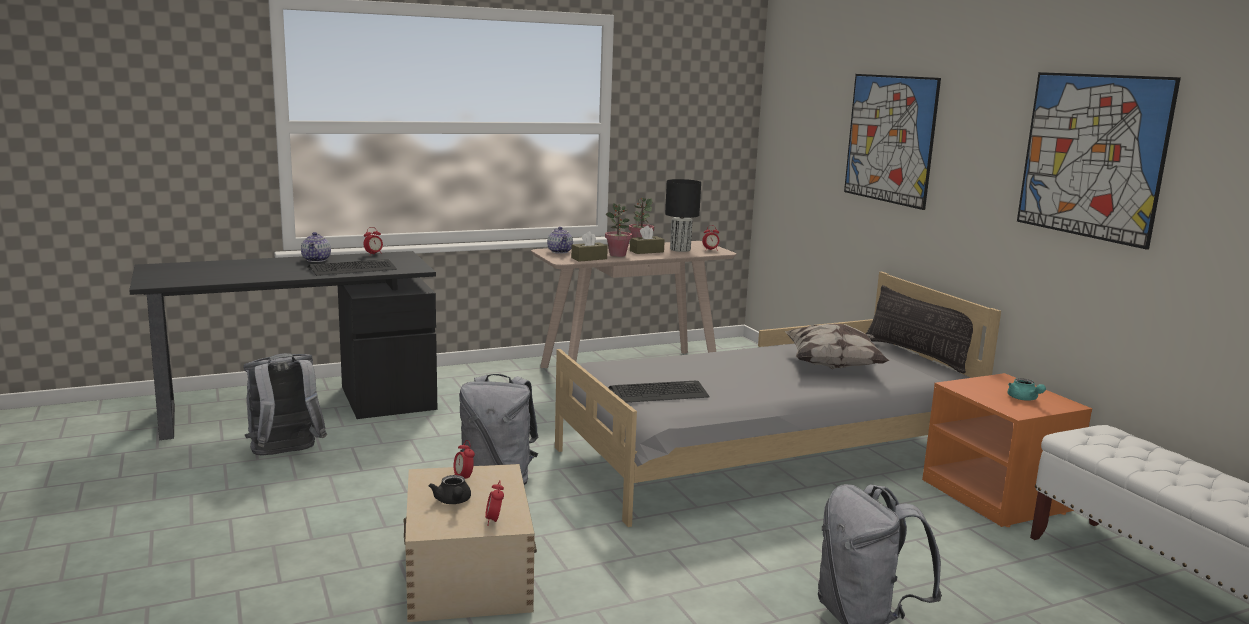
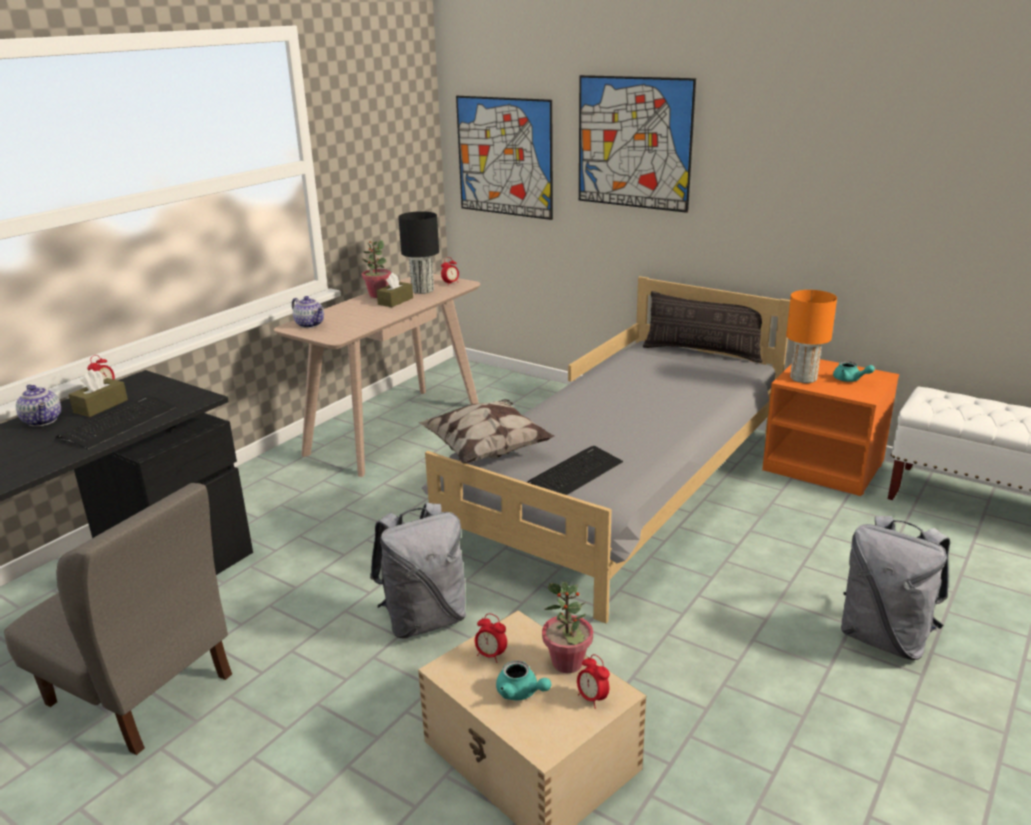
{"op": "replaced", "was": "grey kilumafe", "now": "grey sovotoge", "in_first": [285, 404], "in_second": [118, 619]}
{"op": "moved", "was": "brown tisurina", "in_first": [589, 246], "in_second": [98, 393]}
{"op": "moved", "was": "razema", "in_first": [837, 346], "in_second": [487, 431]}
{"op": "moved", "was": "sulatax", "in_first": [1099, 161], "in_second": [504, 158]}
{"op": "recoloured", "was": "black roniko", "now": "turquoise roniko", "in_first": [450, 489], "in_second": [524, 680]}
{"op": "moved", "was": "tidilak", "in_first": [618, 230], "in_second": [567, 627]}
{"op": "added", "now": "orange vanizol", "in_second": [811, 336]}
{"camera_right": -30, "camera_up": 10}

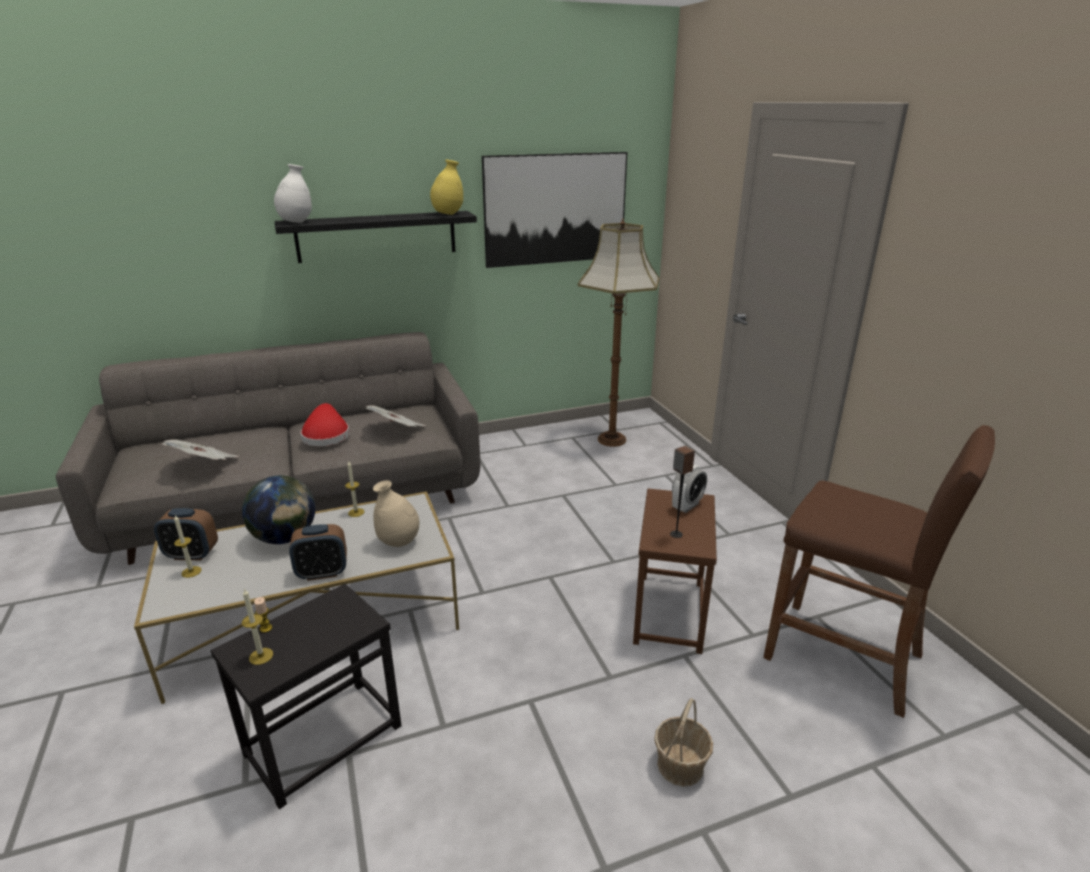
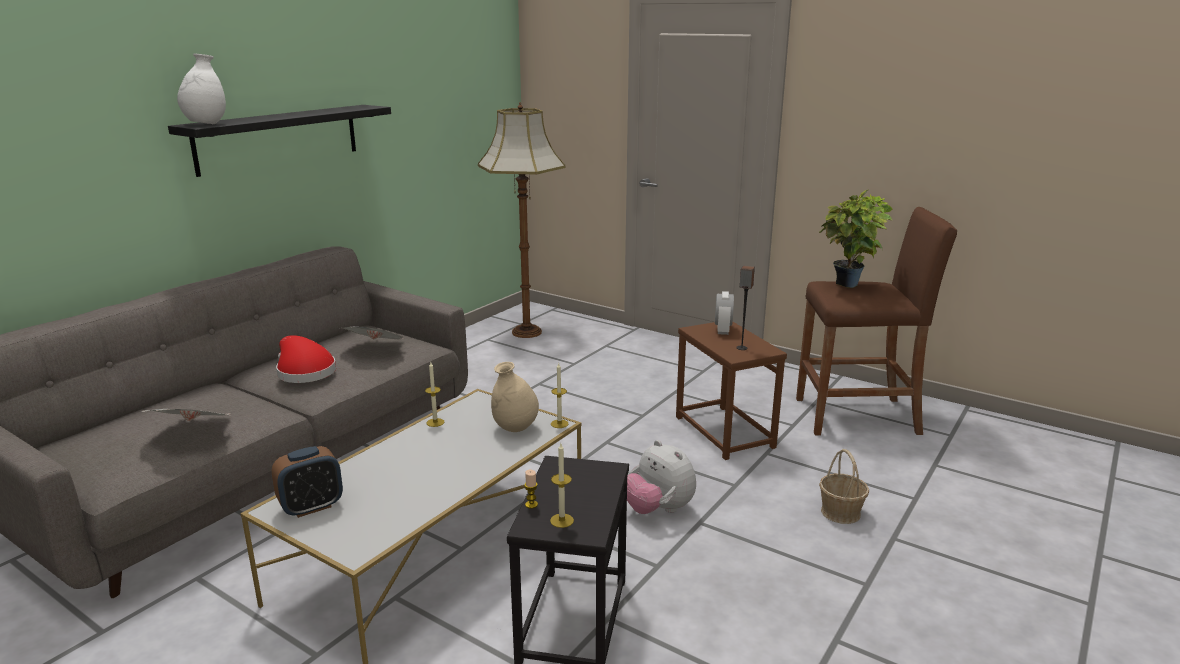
{"op": "moved", "was": "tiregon", "in_first": [187, 546], "in_second": [559, 395]}
{"op": "added", "now": "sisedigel", "in_second": [661, 477]}
{"op": "added", "now": "tidilak", "in_second": [855, 239]}
{"op": "removed", "was": "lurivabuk", "in_first": [278, 509]}
{"op": "removed", "was": "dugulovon", "in_first": [318, 552]}
{"op": "removed", "was": "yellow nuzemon", "in_first": [446, 187]}
{"op": "removed", "was": "sulatax", "in_first": [554, 210]}
{"camera_right": -35, "camera_up": -5}

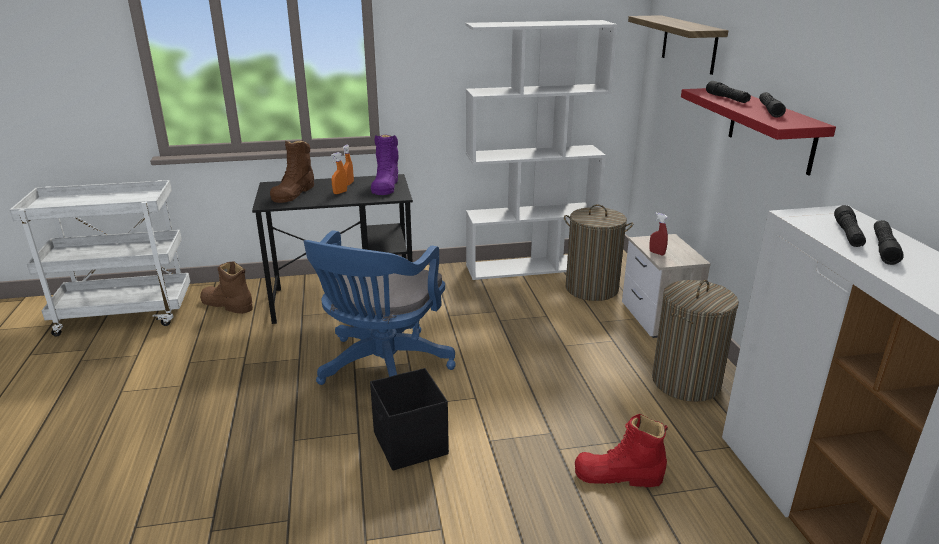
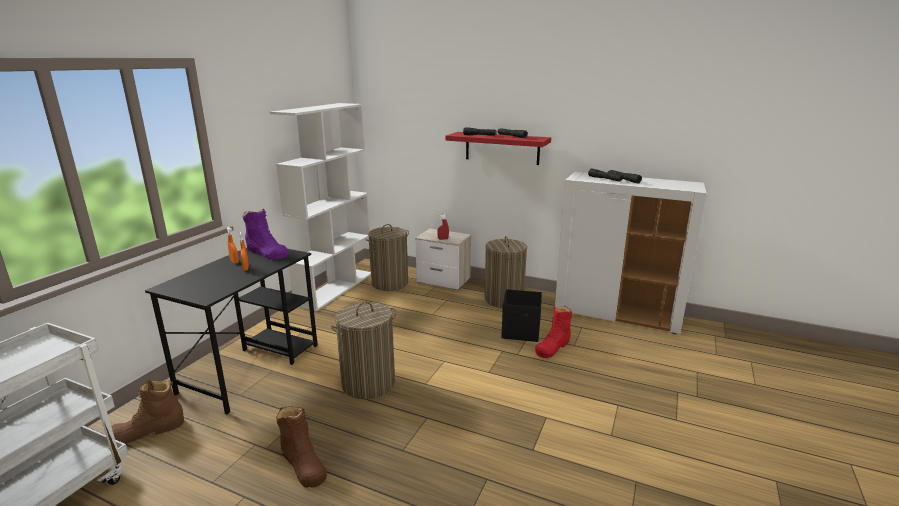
{"op": "moved", "was": "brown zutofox", "in_first": [292, 171], "in_second": [301, 447]}
{"op": "replaced", "was": "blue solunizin", "now": "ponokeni", "in_first": [380, 308], "in_second": [363, 350]}
{"op": "moved", "was": "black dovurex", "in_first": [409, 419], "in_second": [521, 315]}
{"op": "removed", "was": "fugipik", "in_first": [678, 45]}
{"camera_right": -55, "camera_up": -5}

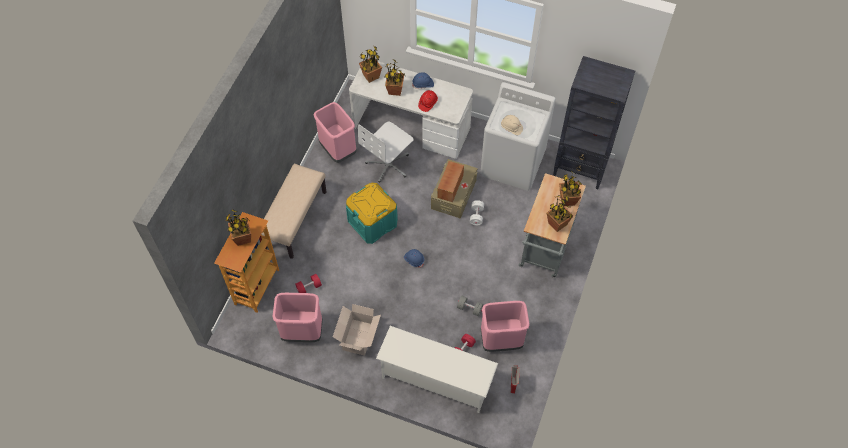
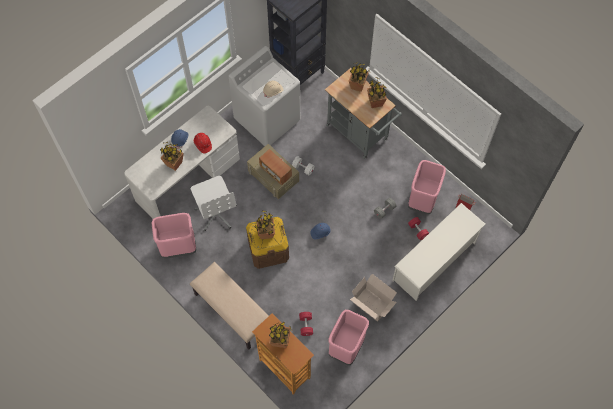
{"op": "recoloured", "was": "turquoise dovurex", "now": "brown dovurex", "in_first": [372, 213], "in_second": [267, 243]}
{"op": "moved", "was": "tidilak", "in_first": [370, 64], "in_second": [265, 224]}
{"camera_right": -65, "camera_up": 5}

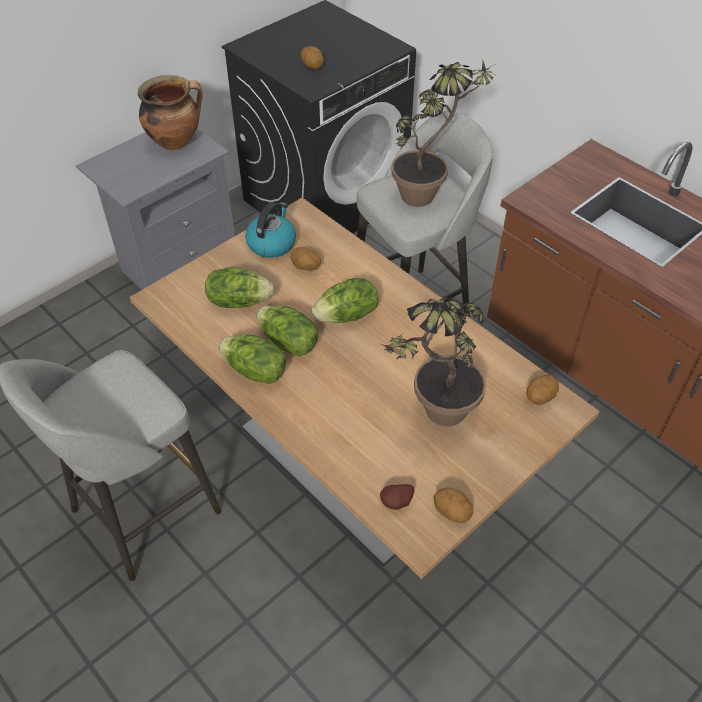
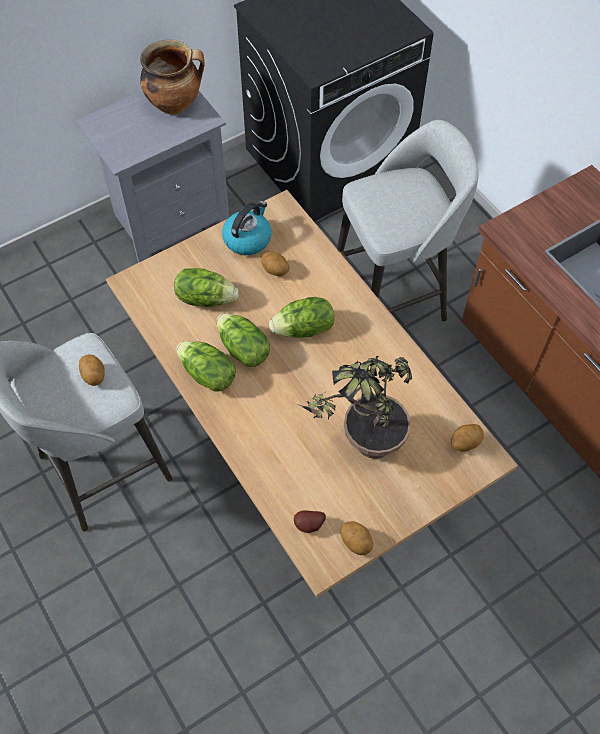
{"op": "moved", "was": "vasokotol", "in_first": [312, 57], "in_second": [92, 370]}
{"op": "removed", "was": "tidilak", "in_first": [443, 133]}
{"camera_right": 10, "camera_up": 10}

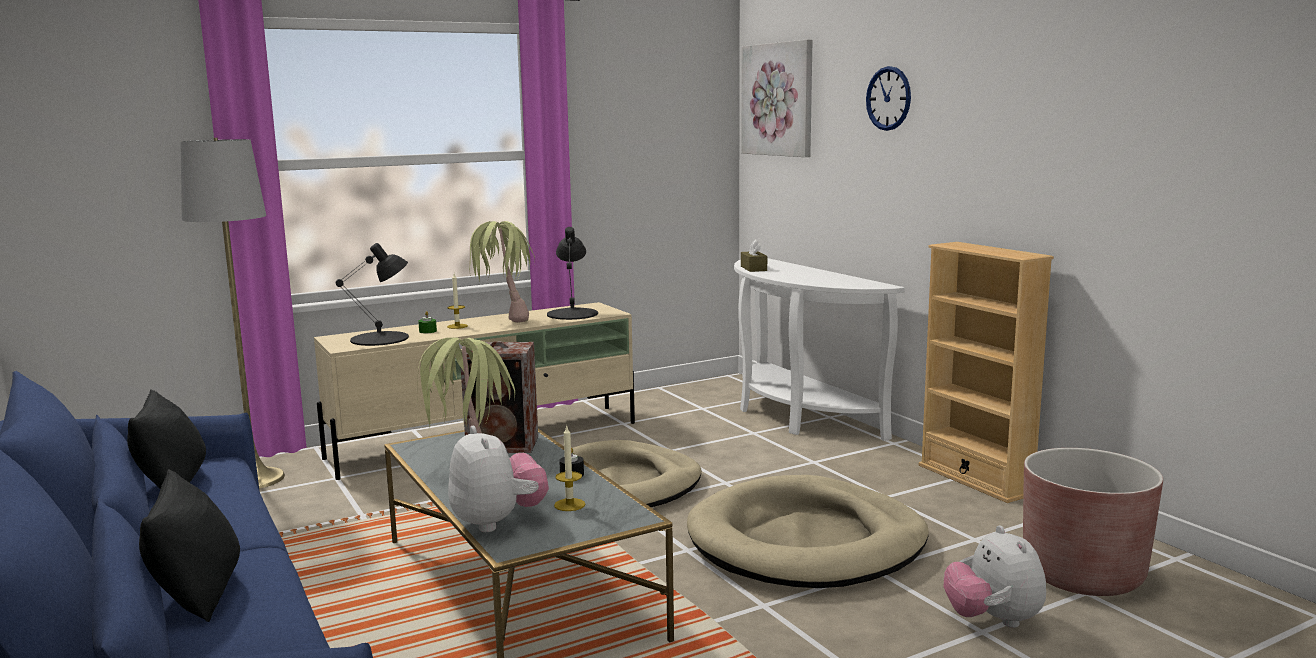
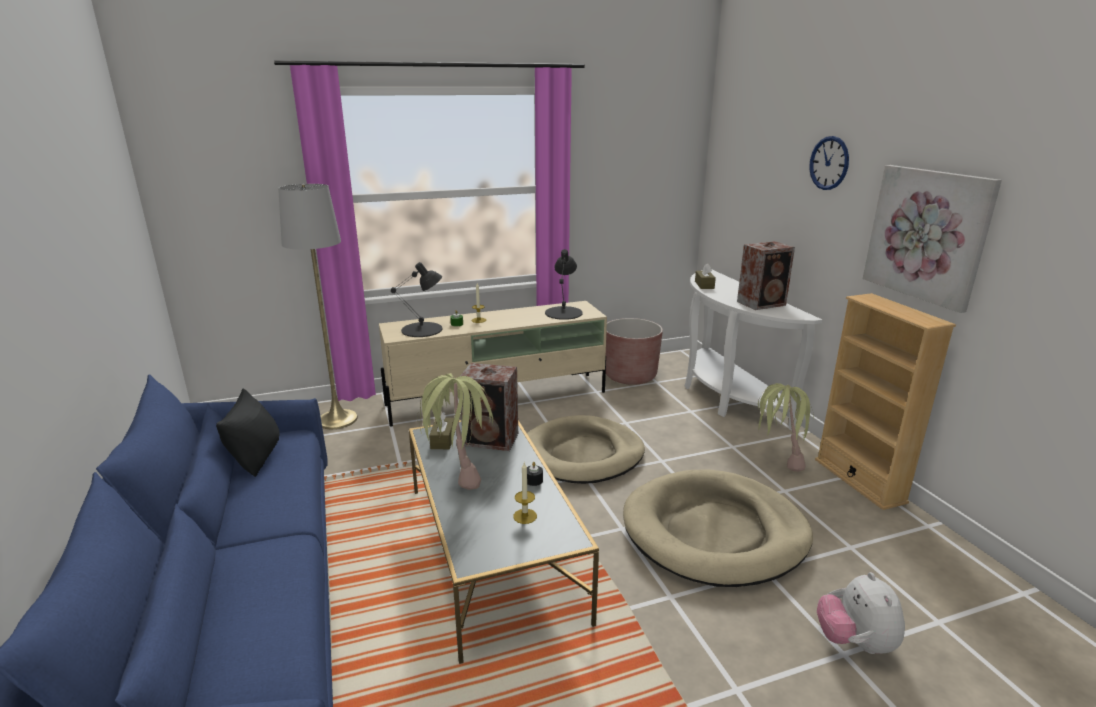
{"op": "added", "now": "brown tisurina", "in_second": [441, 430]}
{"op": "moved", "was": "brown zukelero", "in_first": [1093, 522], "in_second": [634, 351]}
{"op": "added", "now": "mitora", "in_second": [766, 275]}
{"op": "moved", "was": "tidilak", "in_first": [502, 272], "in_second": [786, 427]}
{"op": "moved", "was": "sulatax", "in_first": [776, 98], "in_second": [932, 239]}
{"op": "removed", "was": "black razema", "in_first": [189, 545]}
{"op": "removed", "was": "sisedigel", "in_first": [498, 479]}
{"camera_right": 10, "camera_up": 10}

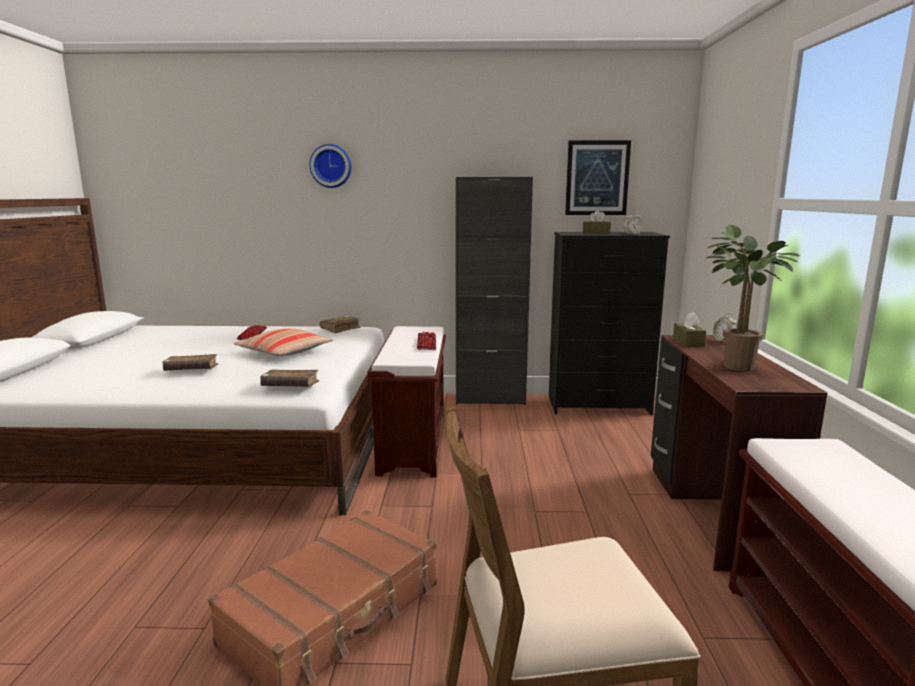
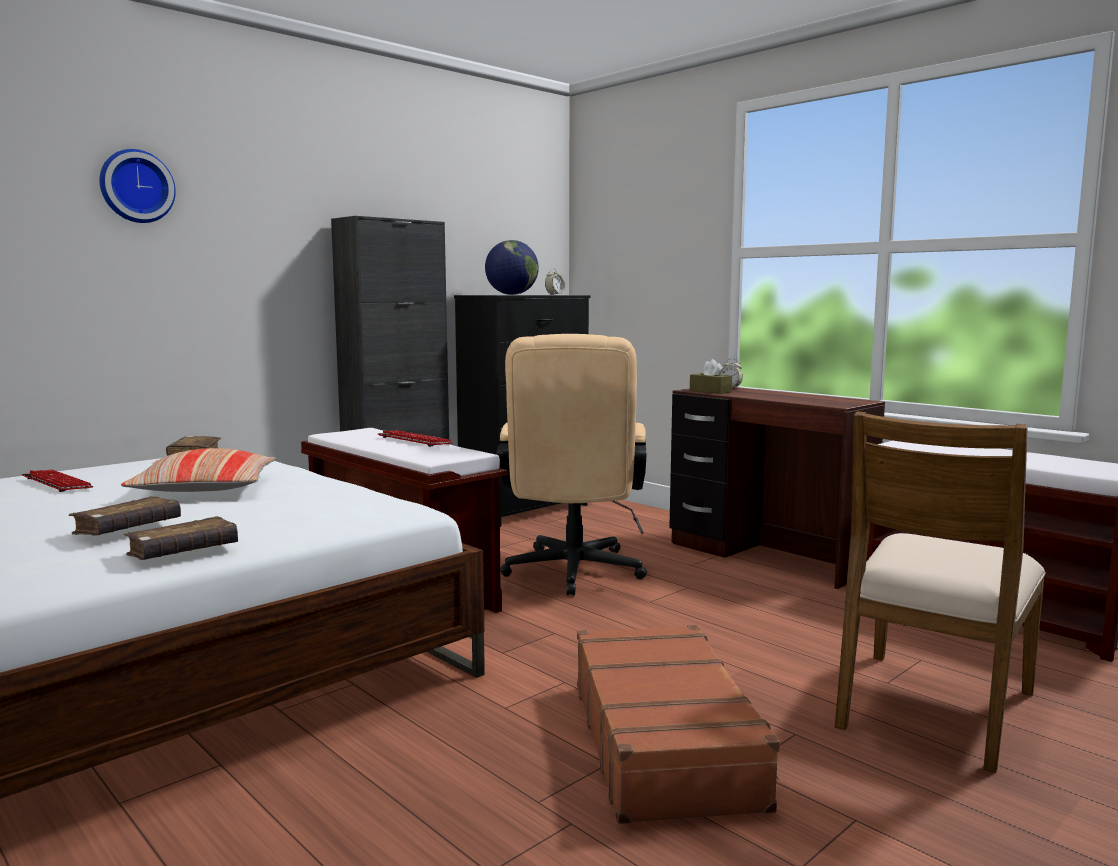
{"op": "moved", "was": "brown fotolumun", "in_first": [289, 378], "in_second": [181, 538]}
{"op": "replaced", "was": "brown tisurina", "now": "lurivabuk", "in_first": [596, 222], "in_second": [512, 267]}
{"op": "added", "now": "beige solunizin", "in_second": [572, 464]}
{"op": "removed", "was": "sulatax", "in_first": [598, 177]}
{"op": "removed", "was": "tidilak", "in_first": [753, 298]}
{"camera_right": -45, "camera_up": -5}

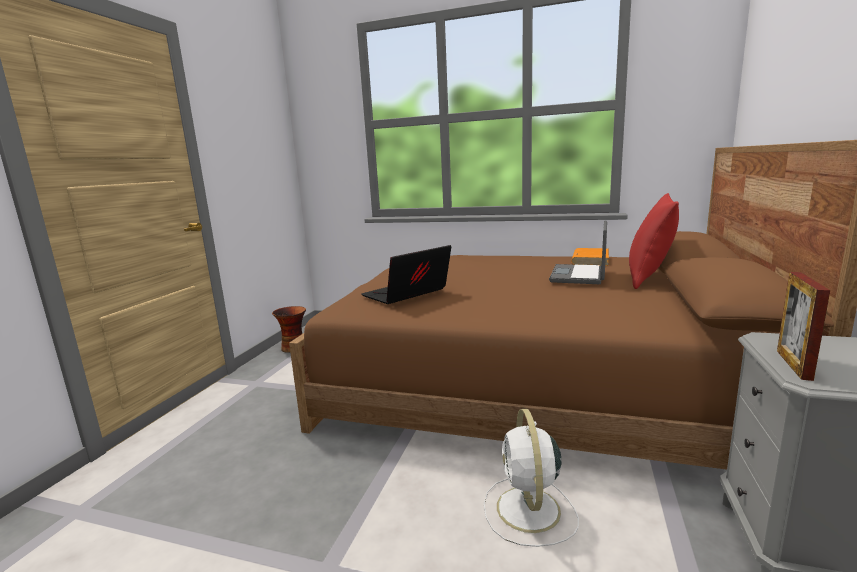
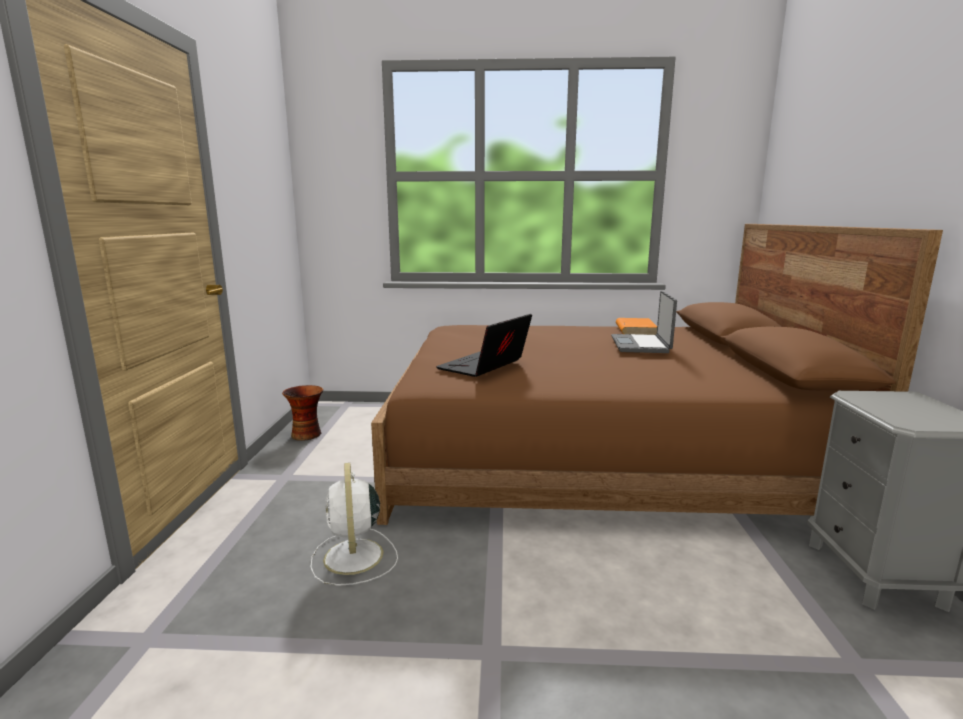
{"op": "moved", "was": "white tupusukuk", "in_first": [531, 478], "in_second": [354, 524]}
{"op": "removed", "was": "red razema", "in_first": [654, 241]}
{"op": "removed", "was": "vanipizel", "in_first": [803, 326]}
{"camera_right": -15, "camera_up": 0}

